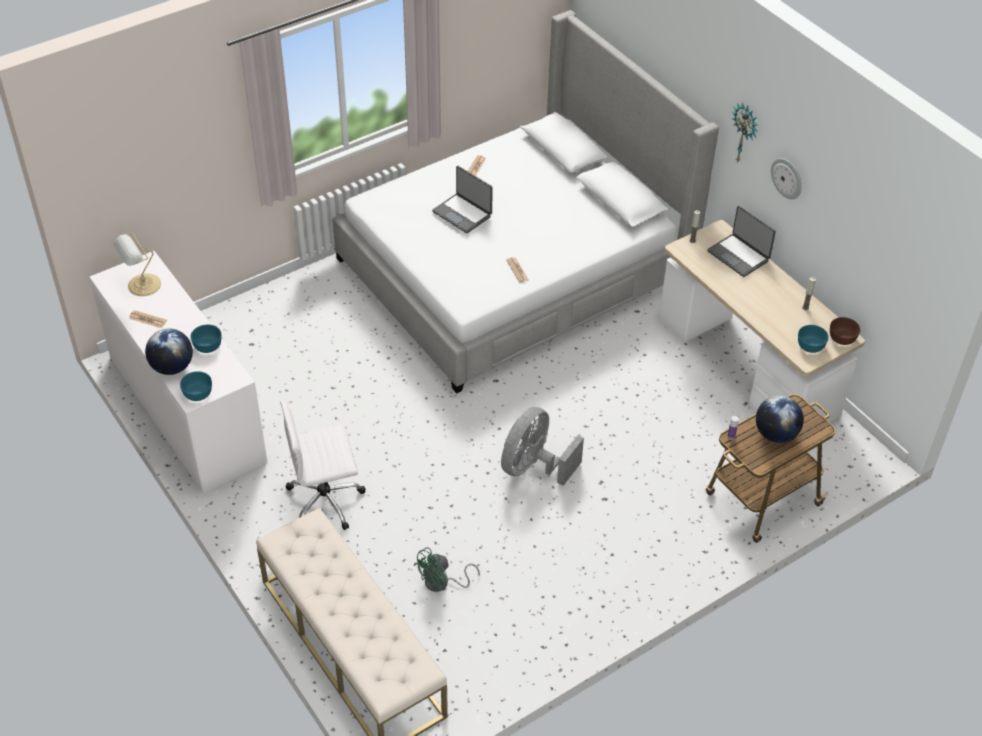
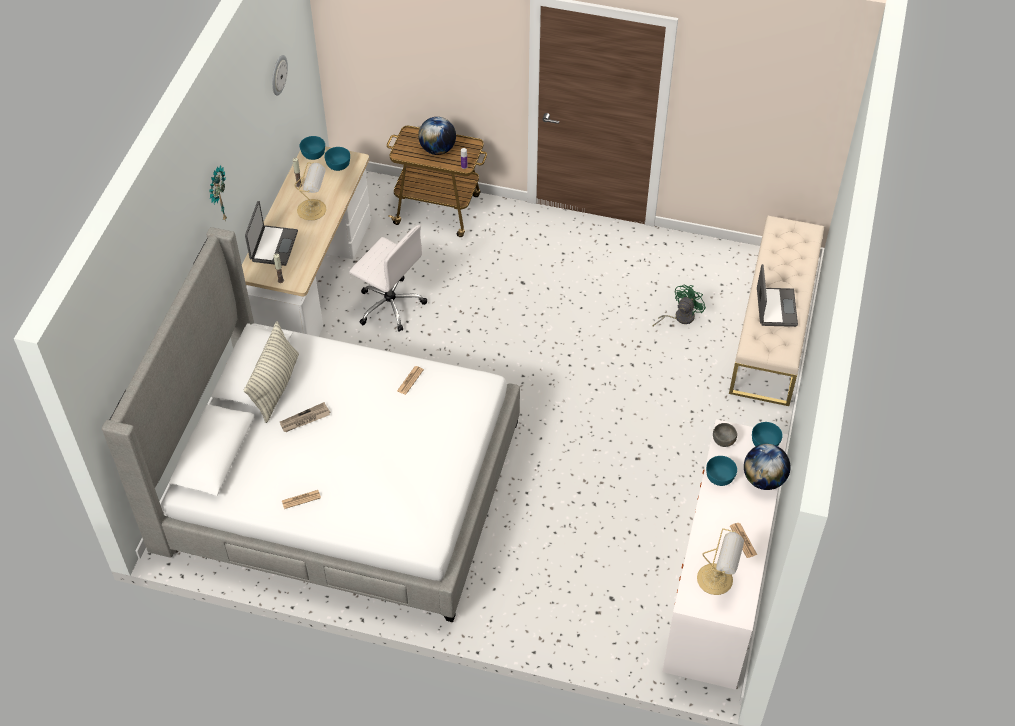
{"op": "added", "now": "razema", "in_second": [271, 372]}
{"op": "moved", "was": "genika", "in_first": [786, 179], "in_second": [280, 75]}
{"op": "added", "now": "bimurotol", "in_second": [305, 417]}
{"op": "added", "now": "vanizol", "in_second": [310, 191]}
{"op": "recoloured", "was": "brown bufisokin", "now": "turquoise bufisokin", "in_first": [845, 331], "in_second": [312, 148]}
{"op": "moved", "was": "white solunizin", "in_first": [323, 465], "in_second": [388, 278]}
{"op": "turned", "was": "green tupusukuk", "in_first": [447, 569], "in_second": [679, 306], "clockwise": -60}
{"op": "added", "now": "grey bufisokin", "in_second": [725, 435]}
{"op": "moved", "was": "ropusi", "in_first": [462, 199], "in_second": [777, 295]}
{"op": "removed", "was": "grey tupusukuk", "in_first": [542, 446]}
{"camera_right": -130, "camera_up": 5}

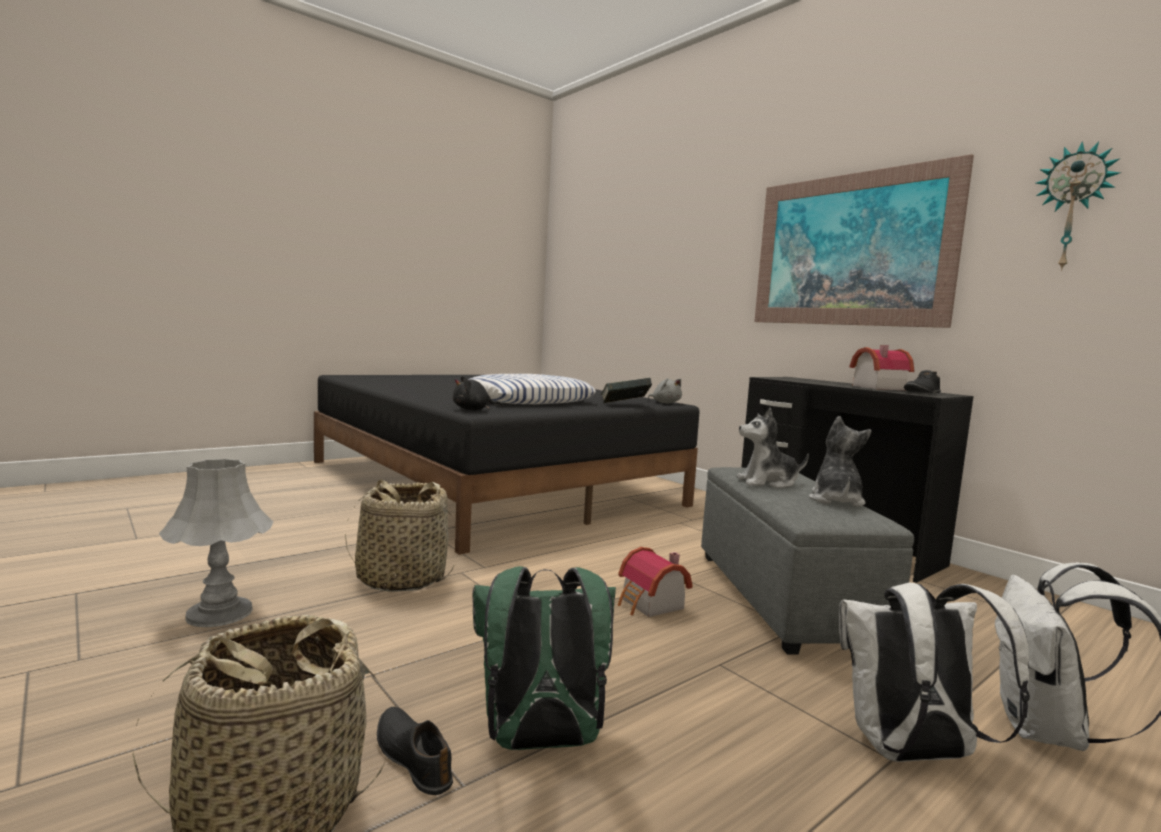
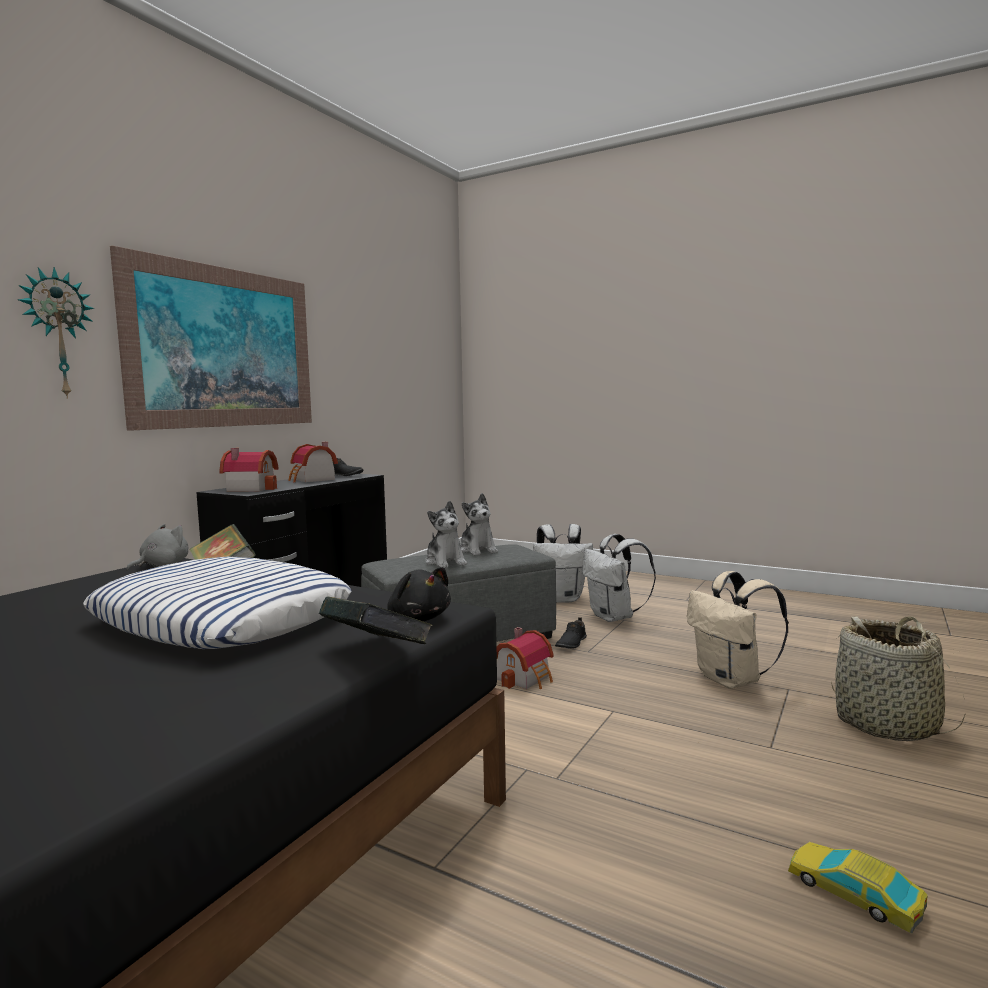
{"op": "moved", "was": "genika", "in_first": [1078, 206], "in_second": [56, 333]}
{"op": "added", "now": "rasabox", "in_second": [249, 470]}
{"op": "added", "now": "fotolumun", "in_second": [376, 620]}
{"op": "turned", "was": "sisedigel", "in_first": [840, 461], "in_second": [479, 524], "clockwise": -105}
{"op": "moved", "was": "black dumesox", "in_first": [415, 751], "in_second": [571, 632]}
{"op": "recoloured", "was": "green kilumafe", "now": "beige kilumafe", "in_first": [544, 658], "in_second": [738, 630]}
{"op": "replaced", "was": "grey vanizol", "now": "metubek", "in_first": [216, 543], "in_second": [858, 887]}
{"op": "removed", "was": "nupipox", "in_first": [400, 535]}
{"camera_right": -110, "camera_up": 0}

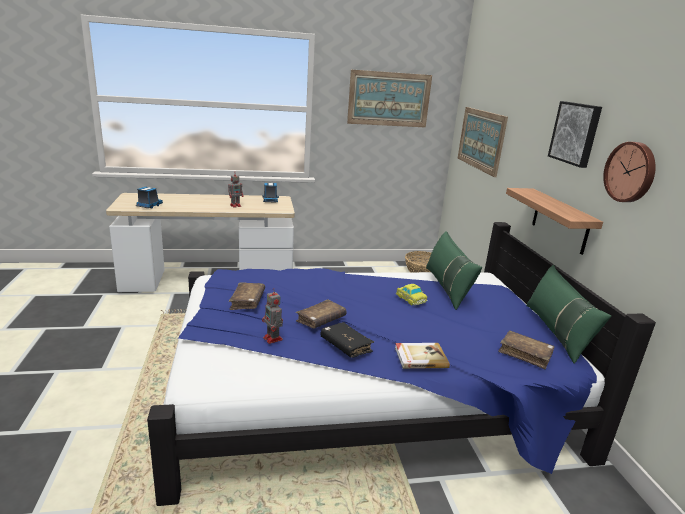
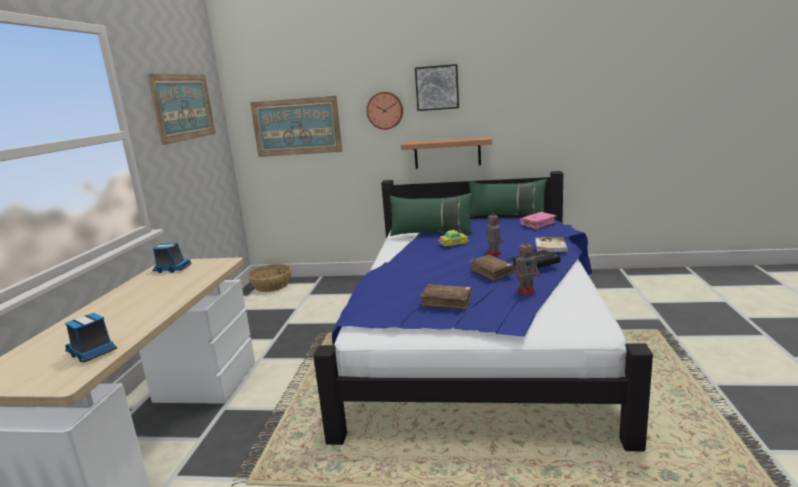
{"op": "moved", "was": "genika", "in_first": [629, 172], "in_second": [384, 111]}
{"op": "moved", "was": "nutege", "in_first": [235, 191], "in_second": [494, 233]}
{"op": "recoloured", "was": "brown fotolumun", "now": "pink fotolumun", "in_first": [526, 349], "in_second": [538, 220]}
{"camera_right": -70, "camera_up": -5}

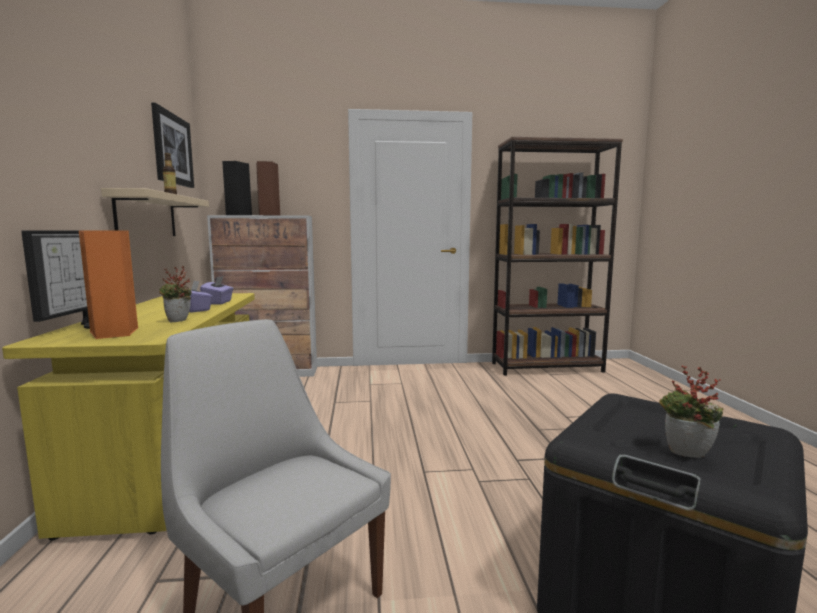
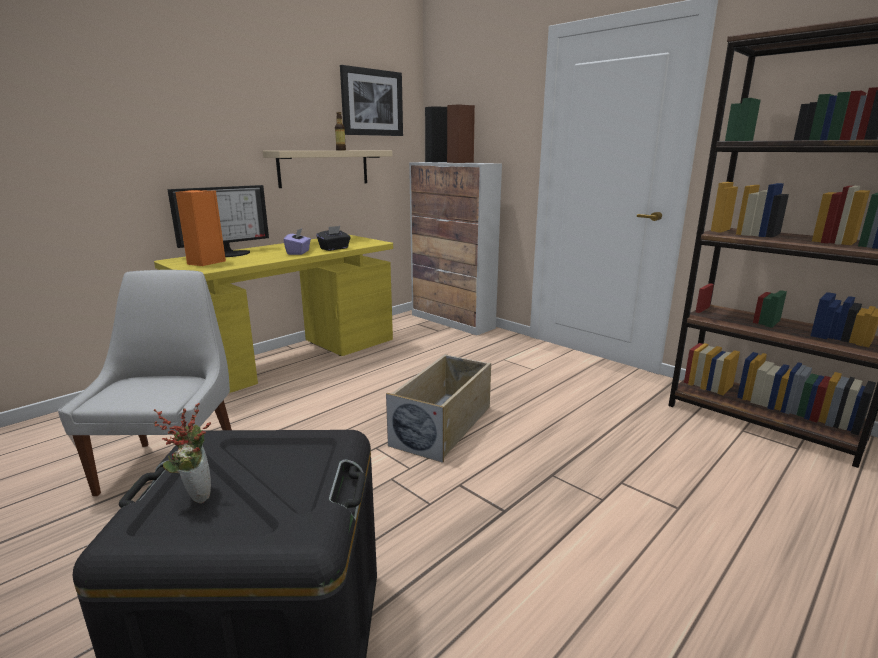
{"op": "recoloured", "was": "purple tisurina", "now": "black tisurina", "in_first": [217, 290], "in_second": [333, 238]}
{"op": "added", "now": "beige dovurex", "in_second": [438, 408]}
{"op": "removed", "was": "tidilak", "in_first": [175, 294]}
{"camera_right": 50, "camera_up": 10}

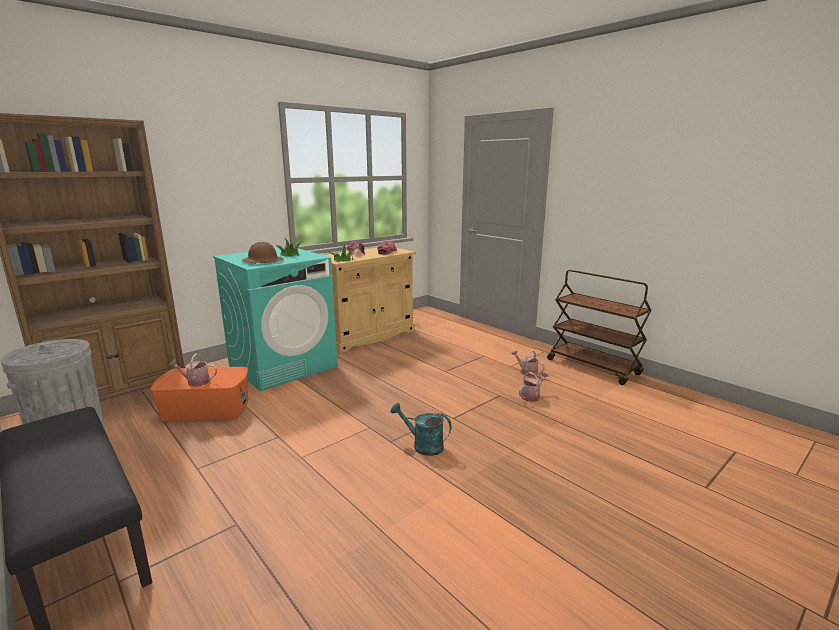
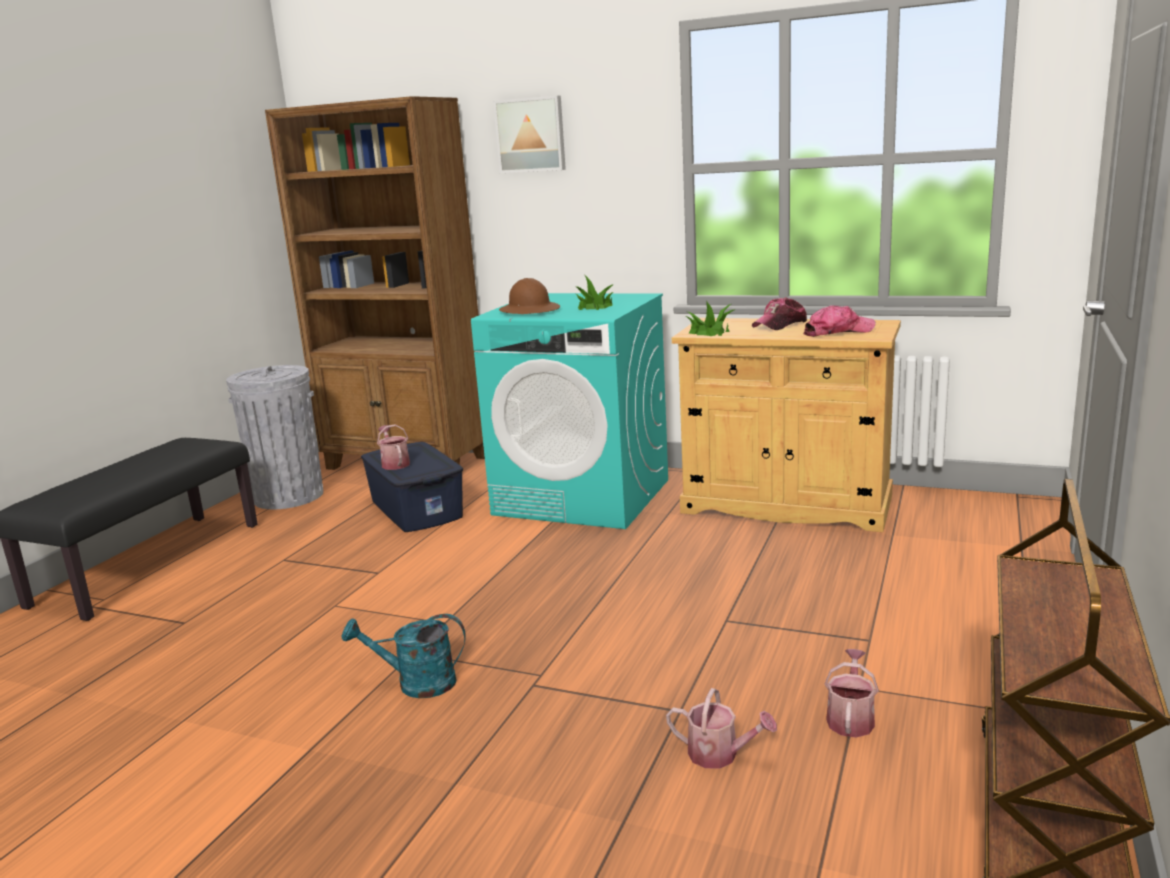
{"op": "turned", "was": "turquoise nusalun", "in_first": [421, 429], "in_second": [403, 656], "clockwise": -90}
{"op": "recoloured", "was": "orange dovurex", "now": "blue dovurex", "in_first": [199, 394], "in_second": [412, 487]}
{"op": "added", "now": "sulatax", "in_second": [529, 134]}
{"camera_right": 65, "camera_up": 0}

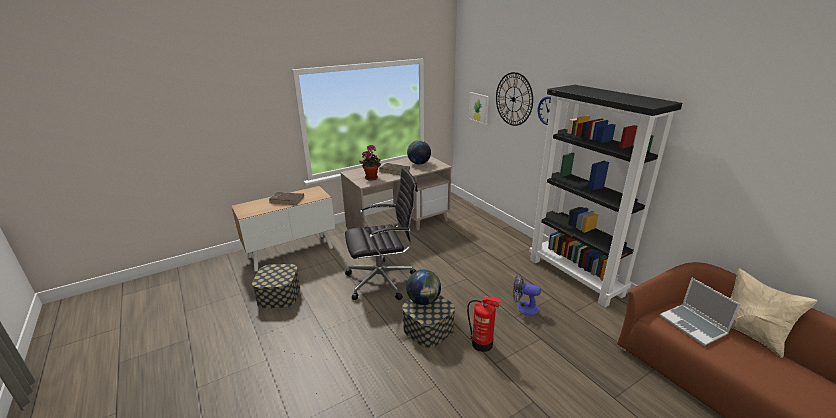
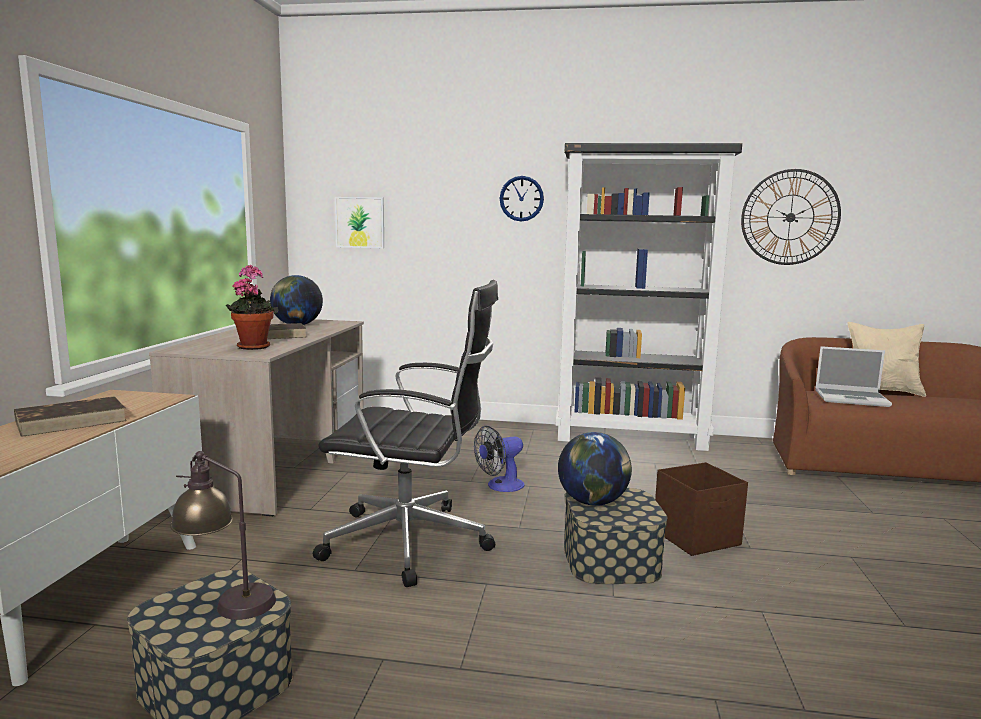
{"op": "added", "now": "vanizol", "in_second": [223, 535]}
{"op": "turned", "was": "black solunizin", "in_first": [381, 233], "in_second": [405, 433], "clockwise": 75}
{"op": "moved", "was": "tupusukuk", "in_first": [527, 294], "in_second": [499, 459]}
{"op": "replaced", "was": "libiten", "now": "brown dovurex", "in_first": [484, 324], "in_second": [701, 509]}
{"op": "moved", "was": "genika", "in_first": [514, 99], "in_second": [791, 217]}
{"camera_right": -50, "camera_up": -15}

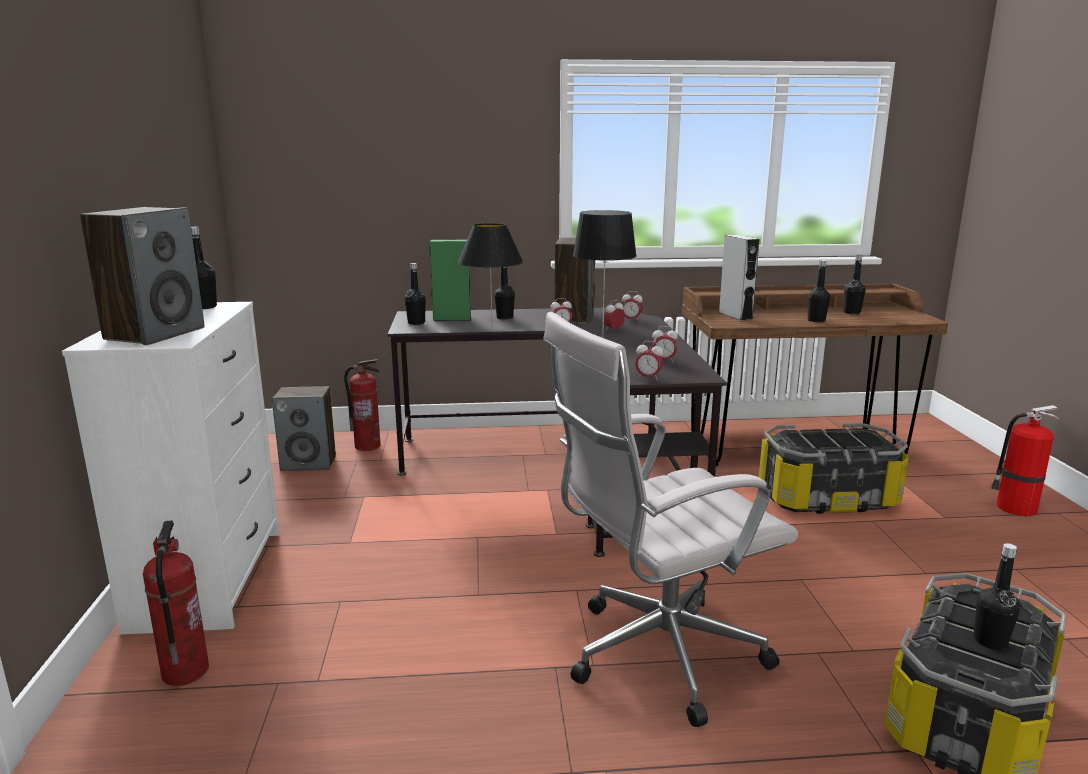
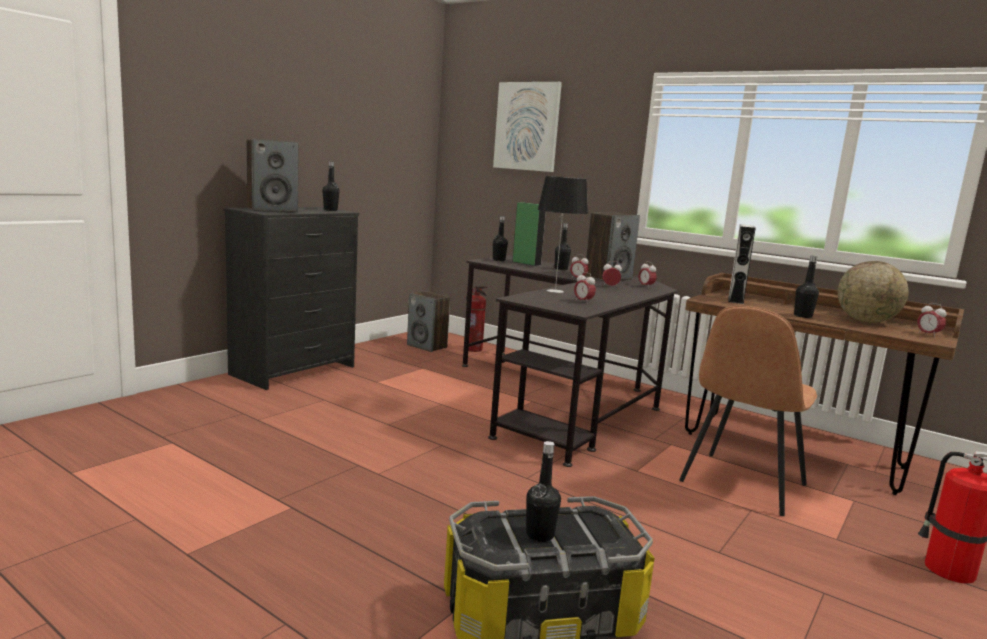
{"op": "recoloured", "was": "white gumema", "now": "black gumema", "in_first": [170, 468], "in_second": [291, 298]}
{"op": "added", "now": "sulatax", "in_second": [527, 127]}
{"op": "replaced", "was": "dovurex", "now": "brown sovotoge", "in_first": [834, 468], "in_second": [748, 411]}
{"op": "replaced", "was": "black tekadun", "now": "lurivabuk", "in_first": [854, 284], "in_second": [872, 292]}
{"op": "moved", "was": "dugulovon", "in_first": [649, 360], "in_second": [931, 319]}
{"op": "removed", "was": "libiten", "in_first": [176, 603]}
{"op": "removed", "was": "black vanizol", "in_first": [490, 276]}
{"op": "removed", "was": "white solunizin", "in_first": [670, 519]}
{"camera_right": 40, "camera_up": -5}

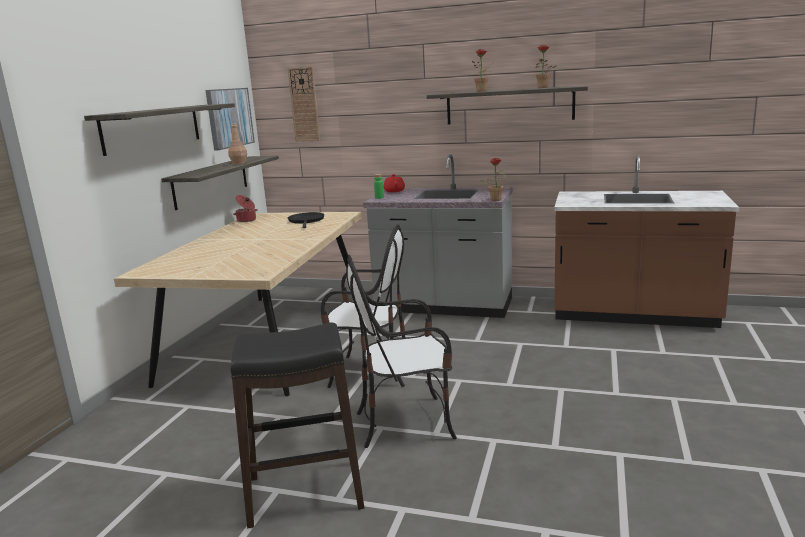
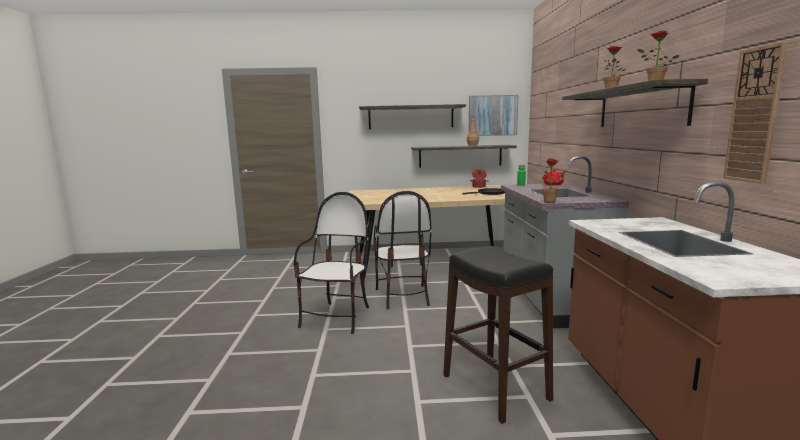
{"op": "turned", "was": "sovotoge", "in_first": [401, 351], "in_second": [331, 263], "clockwise": 45}
{"op": "moved", "was": "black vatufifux", "in_first": [297, 425], "in_second": [498, 335]}
{"op": "moved", "was": "genika", "in_first": [304, 104], "in_second": [755, 112]}
{"camera_right": 70, "camera_up": -5}

